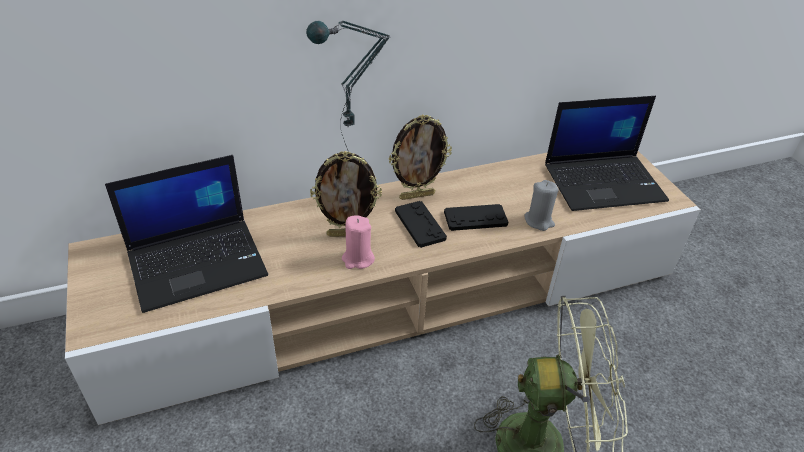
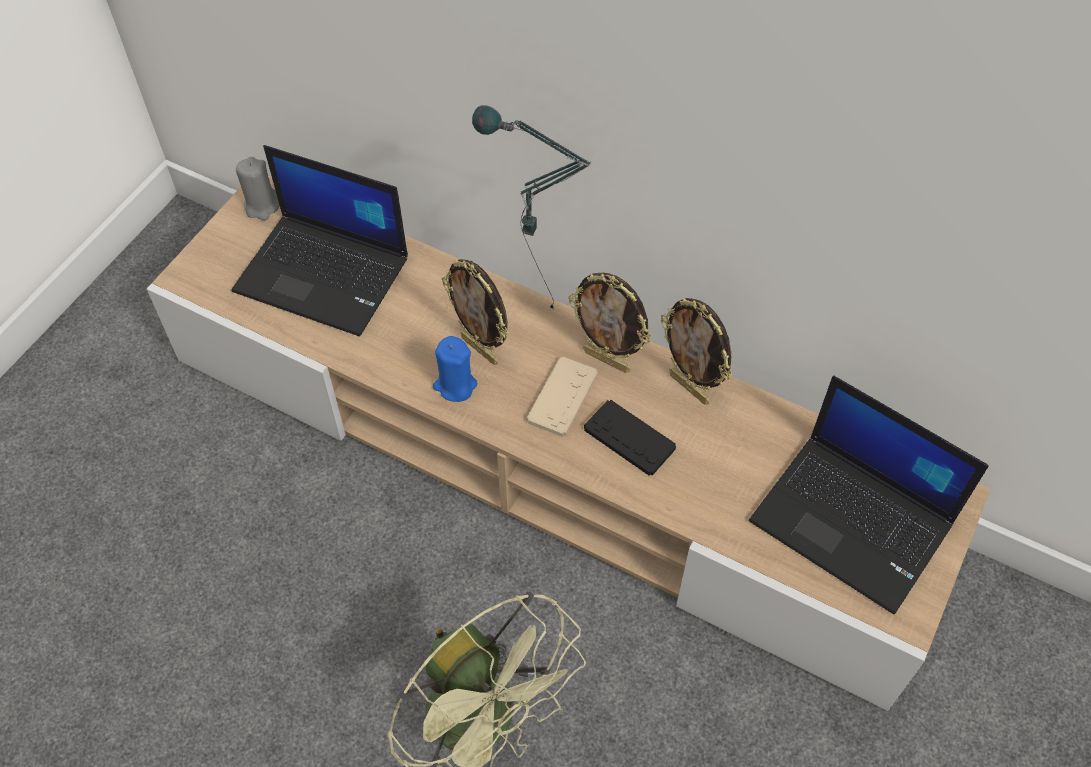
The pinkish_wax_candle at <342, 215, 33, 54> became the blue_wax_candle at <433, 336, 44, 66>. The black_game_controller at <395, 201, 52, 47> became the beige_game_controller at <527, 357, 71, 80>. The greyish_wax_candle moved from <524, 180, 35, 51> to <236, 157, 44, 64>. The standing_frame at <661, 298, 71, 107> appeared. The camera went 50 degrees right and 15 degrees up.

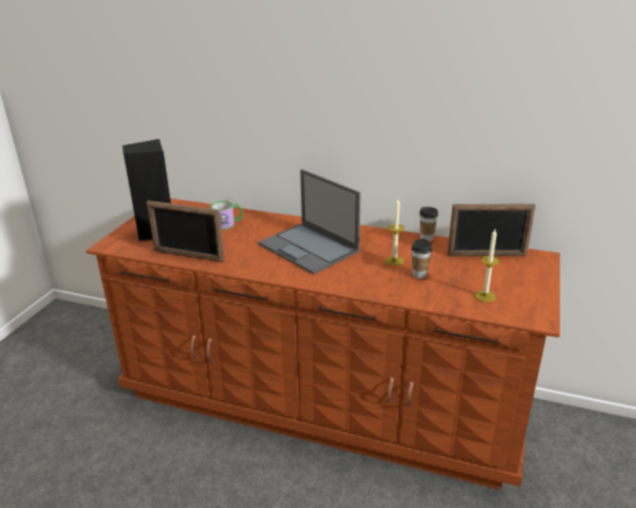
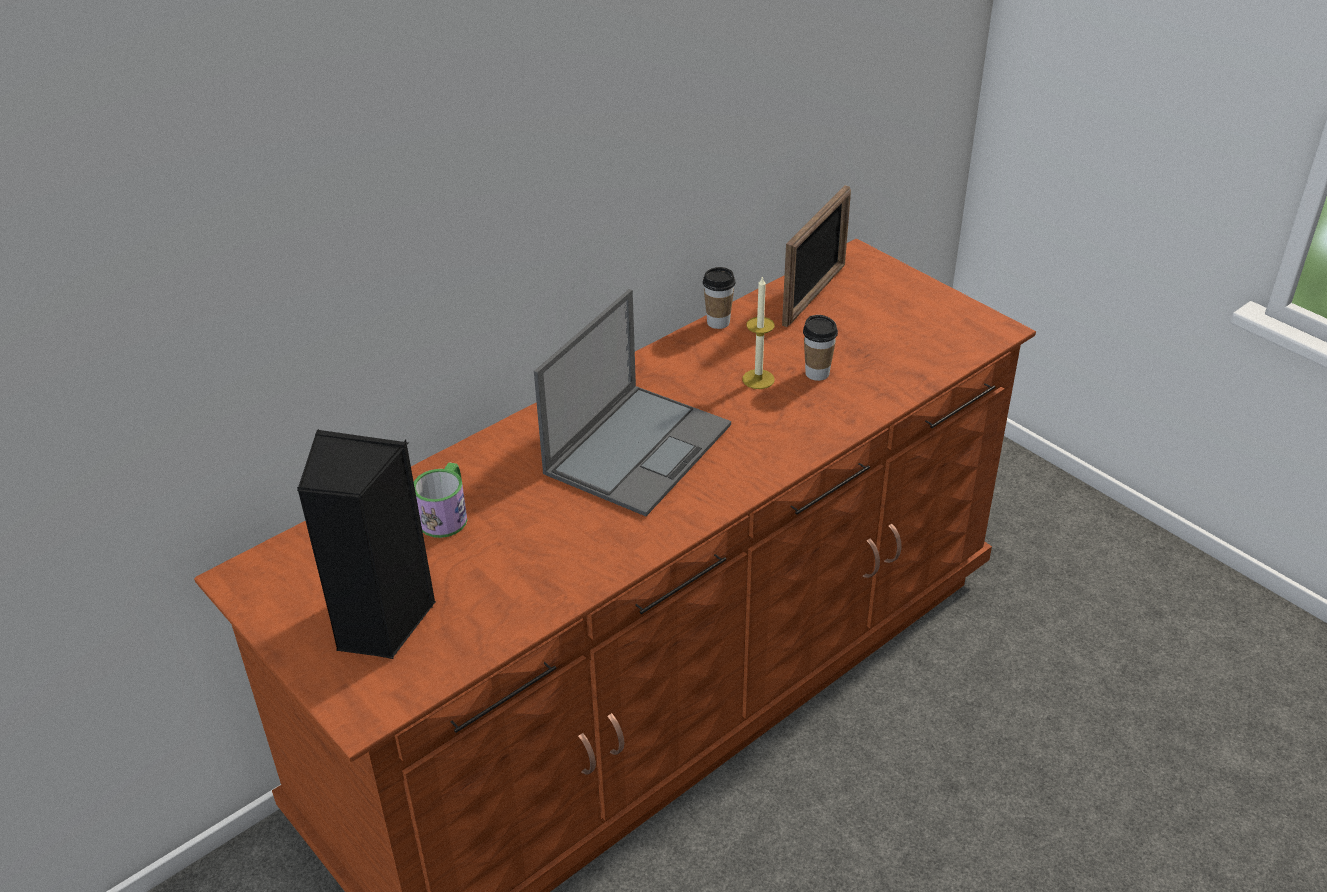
The standing_frame at <146, 200, 79, 62> disappeared. The notebook_computer at <258, 169, 103, 106> turned 45 degrees counterclockwise. The wax_candle at <475, 229, 25, 73> disappeared. The camera went 60 degrees left and 10 degrees up.

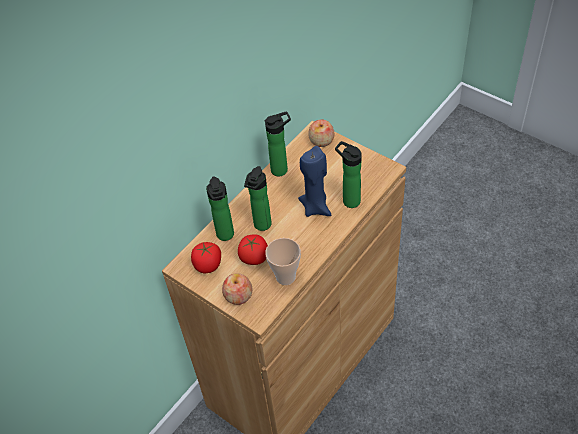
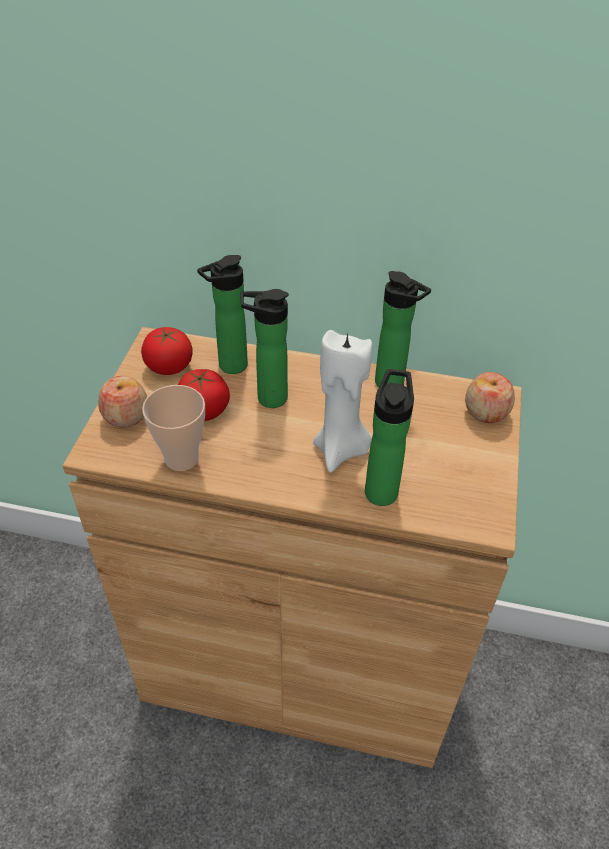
The blue_wax_candle at <298, 146, 33, 71> became the white-coloured_wax_candle at <313, 330, 59, 142>. The camera went 60 degrees right and 5 degrees down.

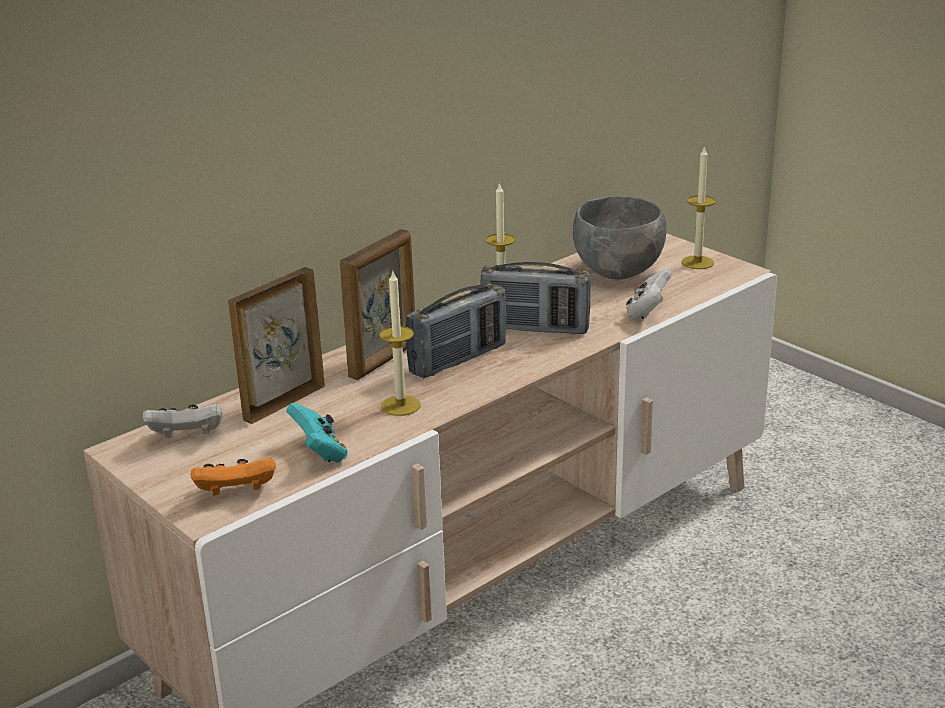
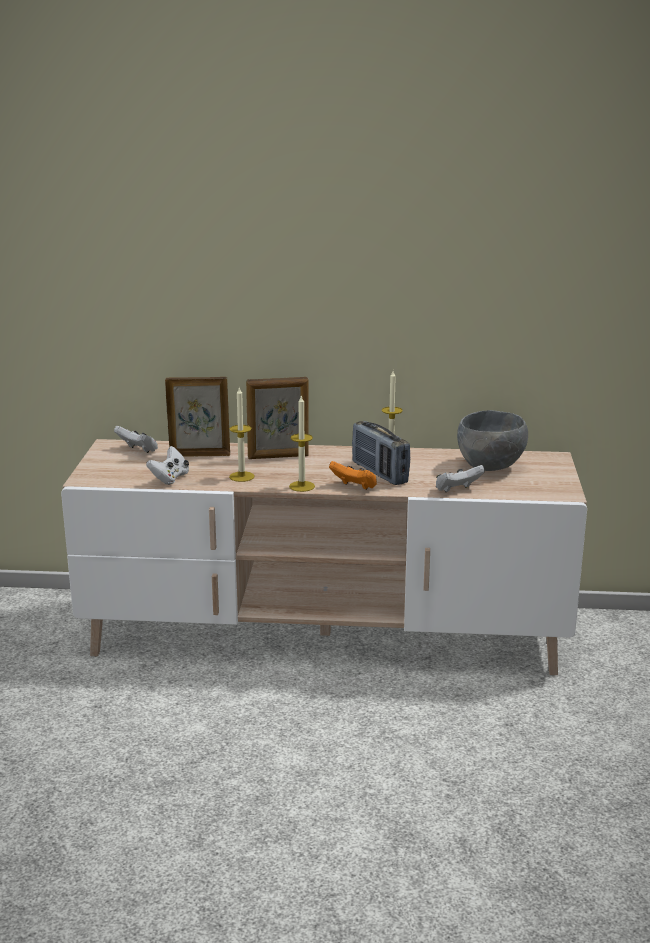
The orangey_game_controller moved from <190, 458, 86, 37> to <329, 461, 48, 29>. The blue-green_game_controller at <286, 403, 62, 59> became the white-coloured_game_controller at <146, 446, 43, 39>. The radio_receiver at <406, 283, 101, 95> disappeared. The wax_candle moved from <681, 146, 35, 123> to <289, 396, 26, 96>. The camera went 45 degrees right and 5 degrees down.

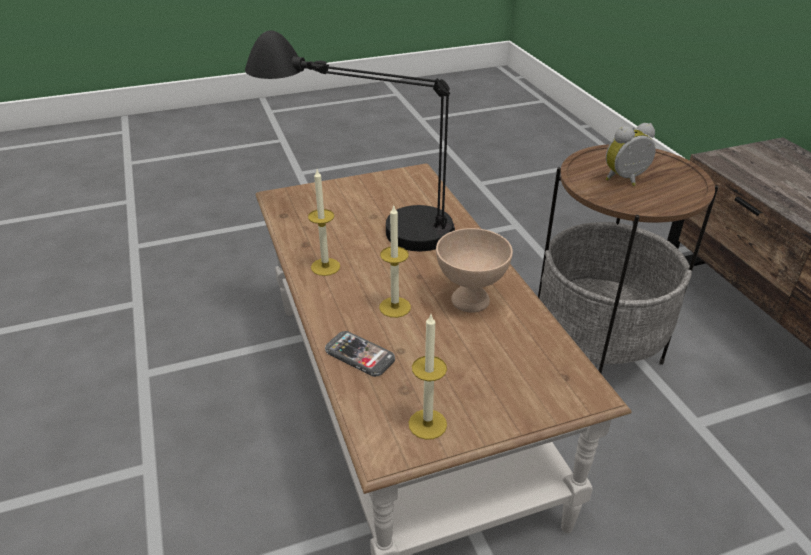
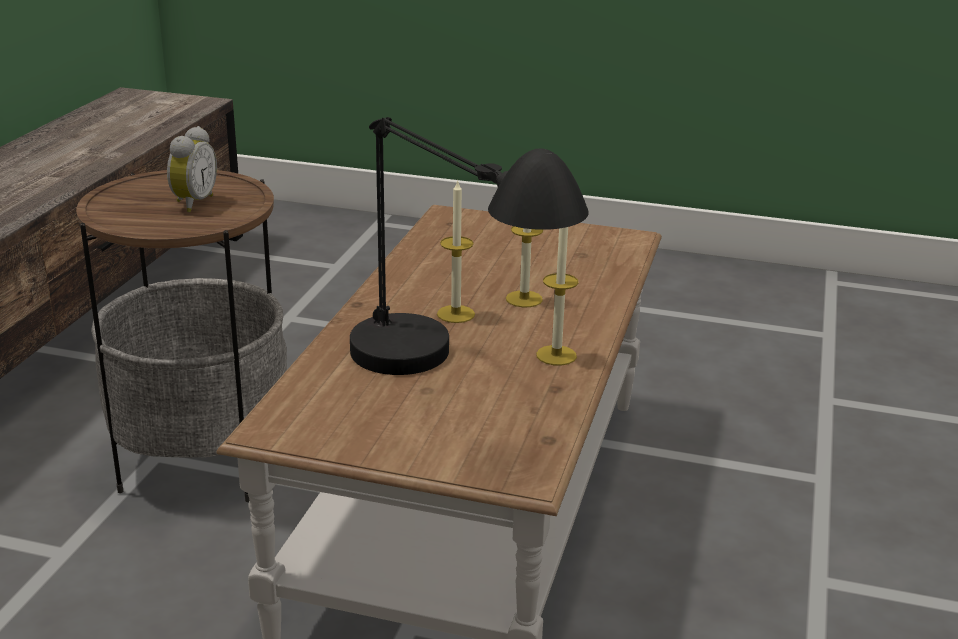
The phone at <325, 331, 70, 46> disappeared. The wax_candle moved from <409, 315, 38, 125> to <437, 179, 38, 144>. The beige_serving_bowl at <436, 228, 77, 85> disappeared. The alarm_clock at <606, 123, 50, 63> turned 90 degrees counterclockwise. The camera went 145 degrees left and 10 degrees down.

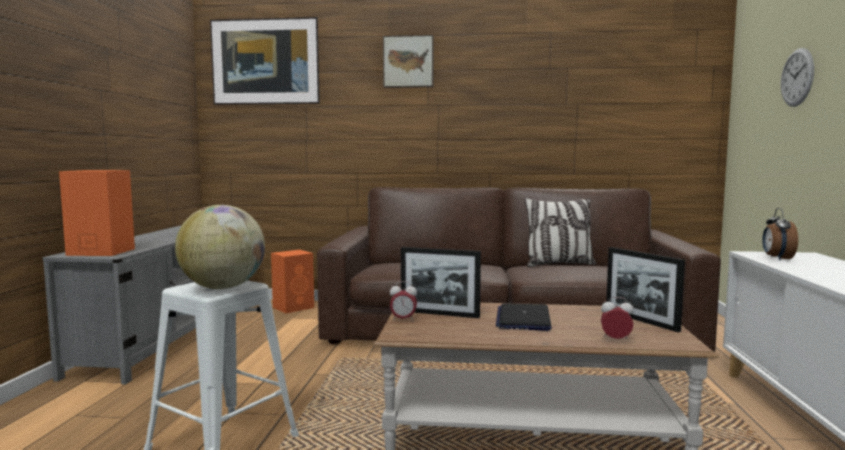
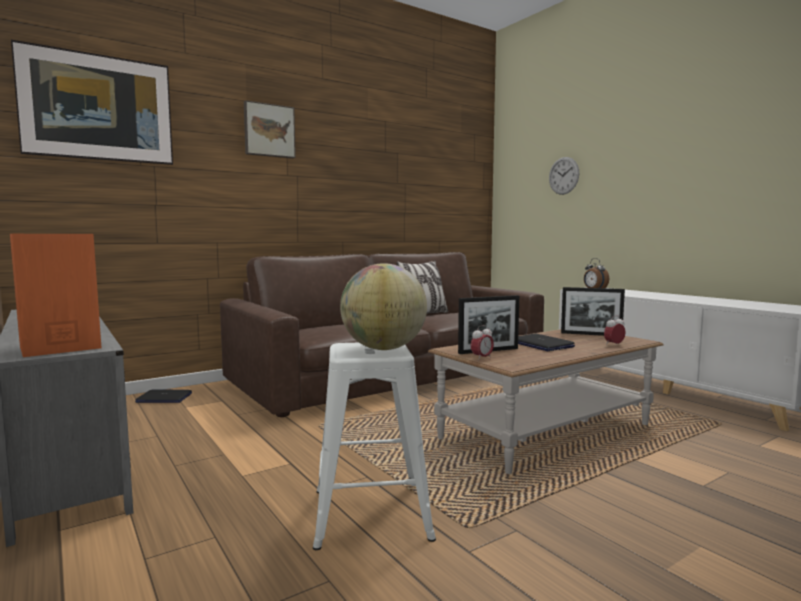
The orangey_speaker at <271, 250, 43, 64> was replaced by the notebook_computer at <135, 390, 57, 13>. The camera went 40 degrees left and 0 degrees up.

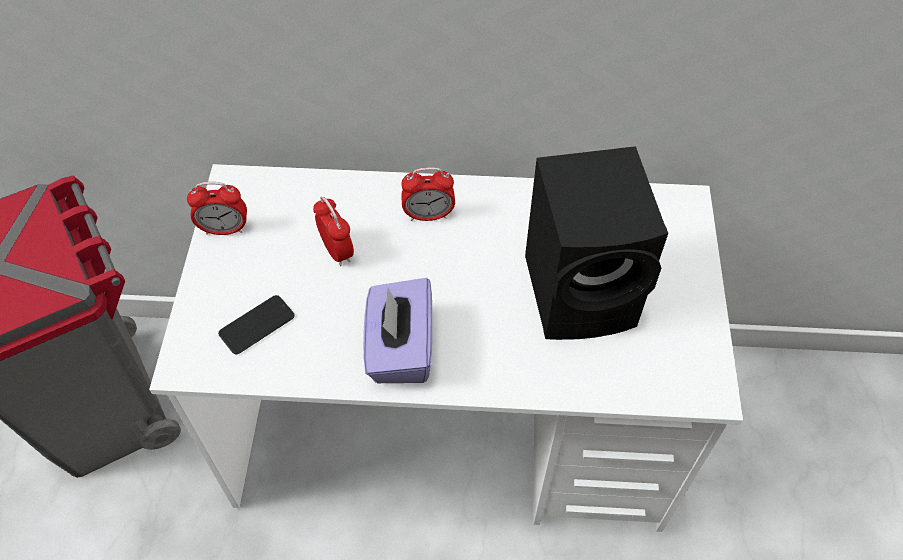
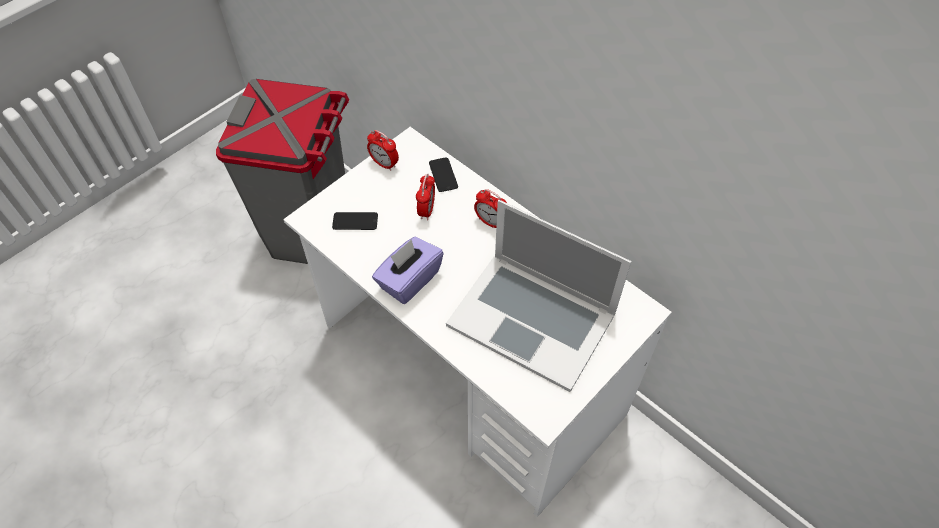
The black_speaker at <525, 146, 143, 194> was replaced by the notebook_computer at <446, 200, 185, 192>. The phone at <429, 157, 29, 35> appeared. The camera went 40 degrees right and 0 degrees up.

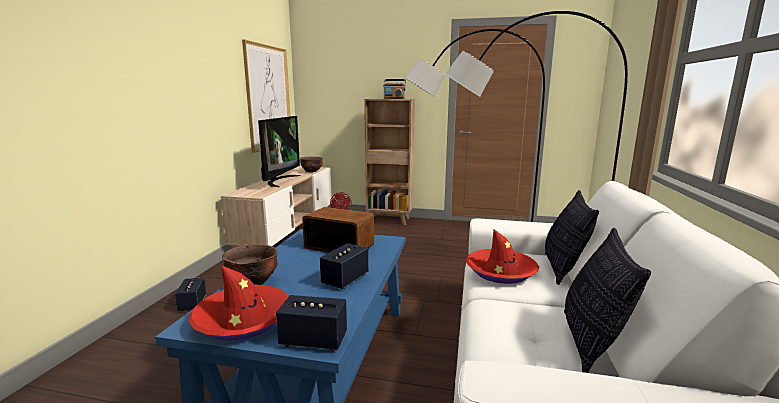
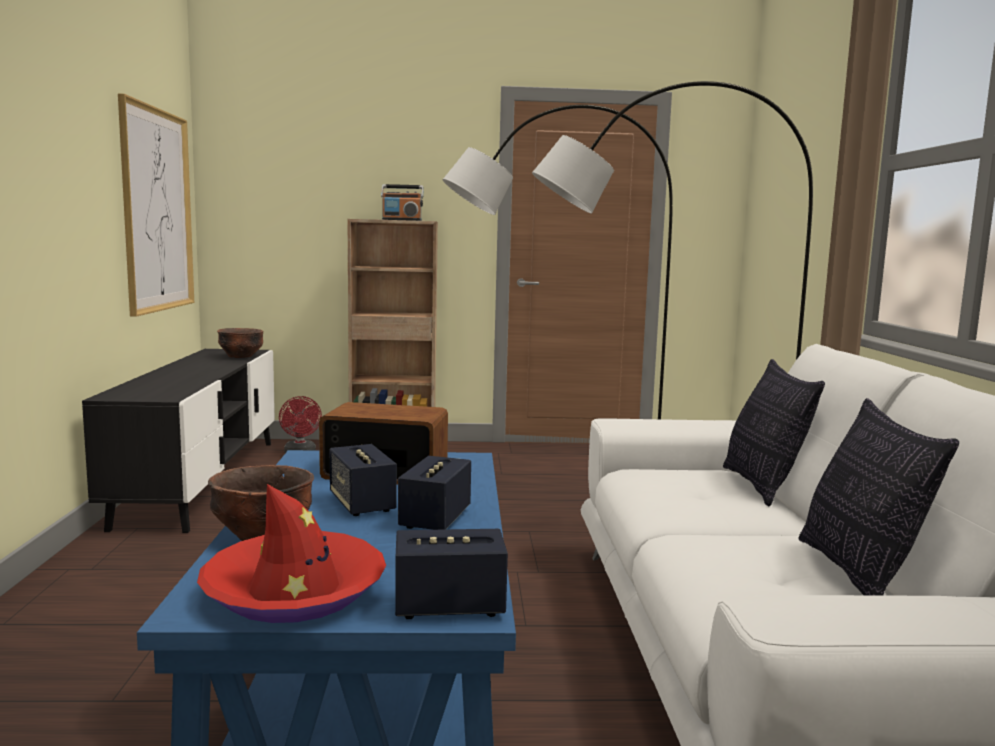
The speaker moved from <175, 277, 31, 34> to <330, 444, 67, 72>. The beige_media_console at <221, 166, 111, 82> became the black_media_console at <82, 349, 193, 184>. The TV at <258, 116, 43, 71> disappeared. The red-coloured_clothing_hat at <466, 229, 73, 55> disappeared. The camera went 15 degrees left and 5 degrees down.

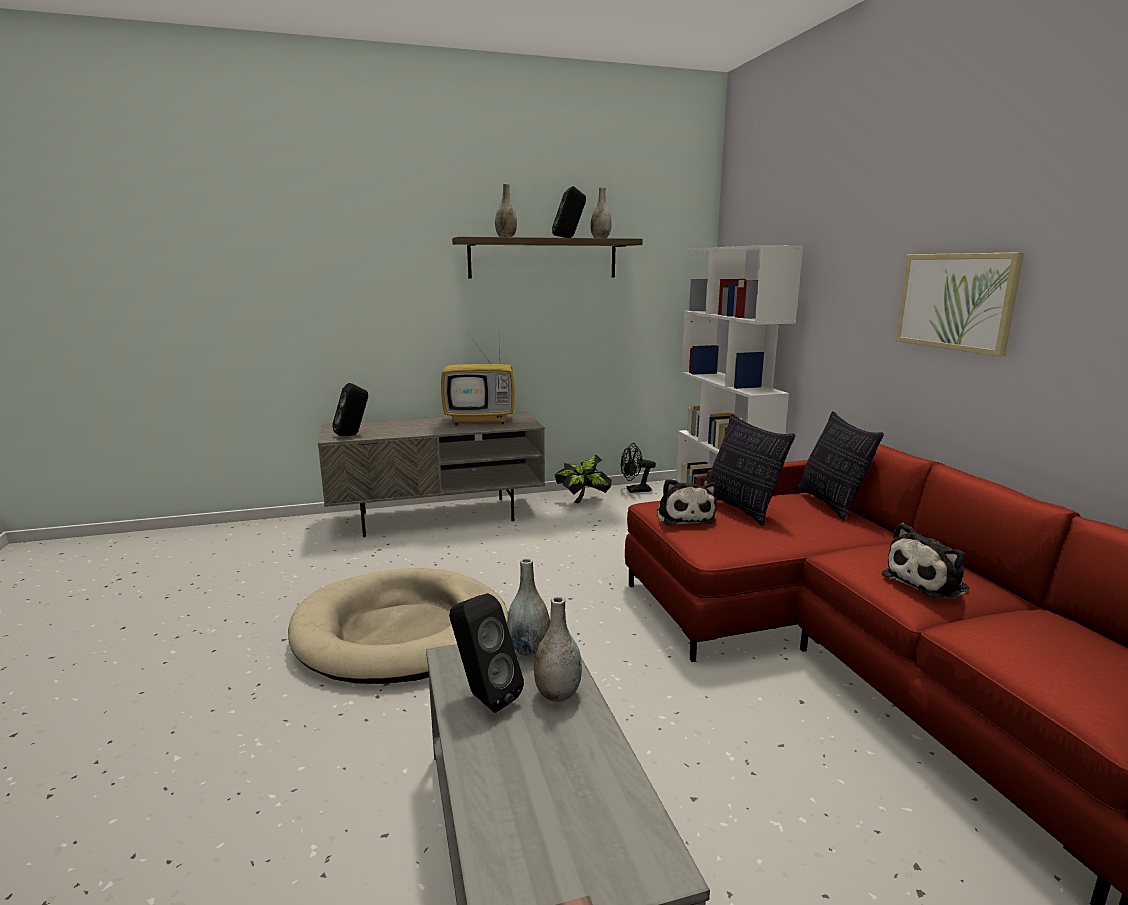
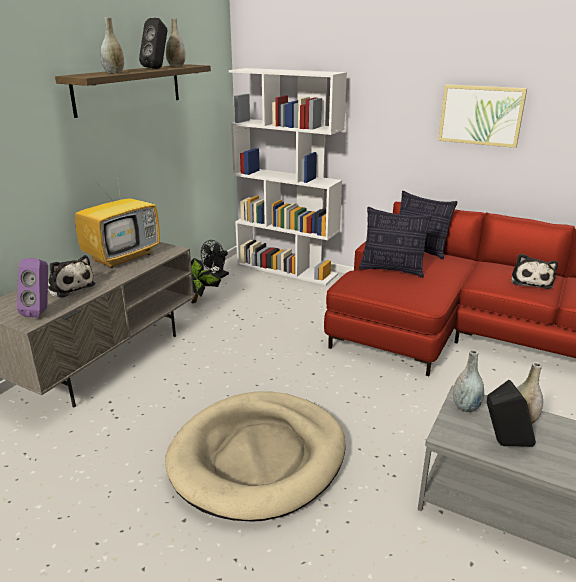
The black_speaker at <332, 383, 36, 53> became the purplish_speaker at <17, 258, 31, 60>. The plush_toy moved from <657, 479, 60, 47> to <48, 255, 47, 43>. The camera went 45 degrees left and 10 degrees up.

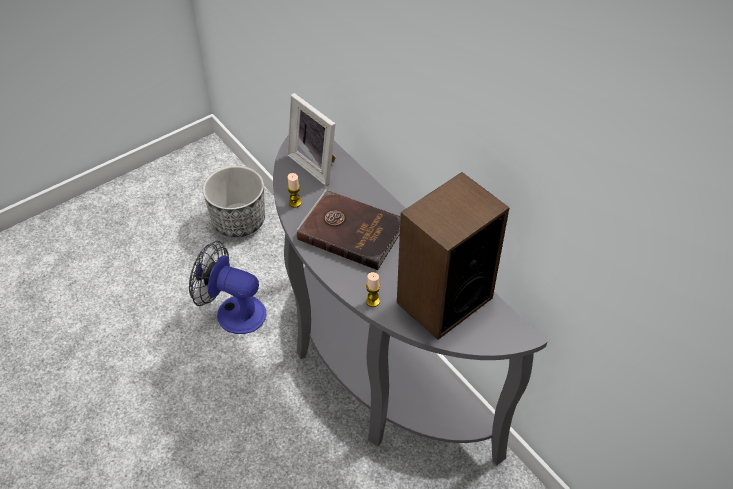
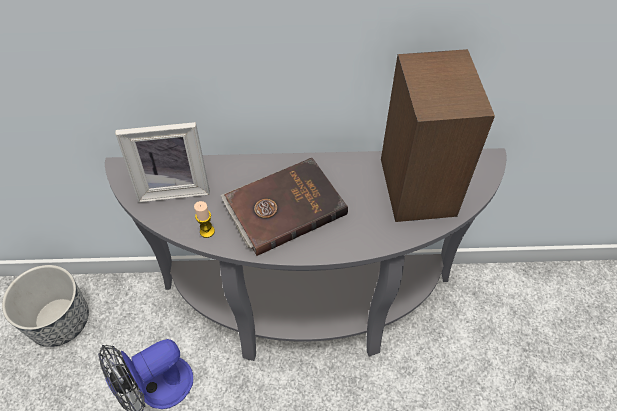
The wax_candle at <366, 272, 14, 35> disappeared. The camera went 55 degrees left and 5 degrees up.

